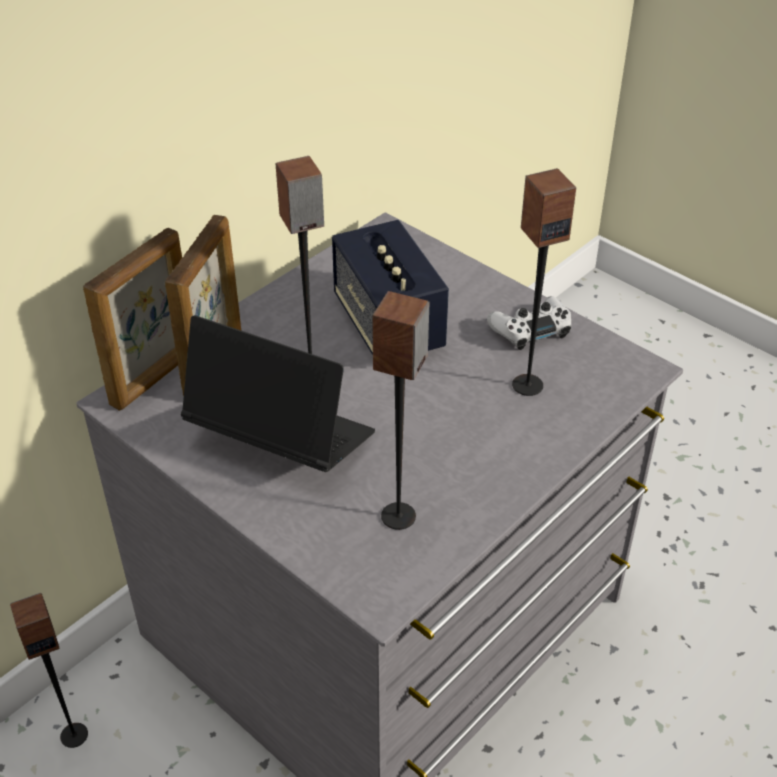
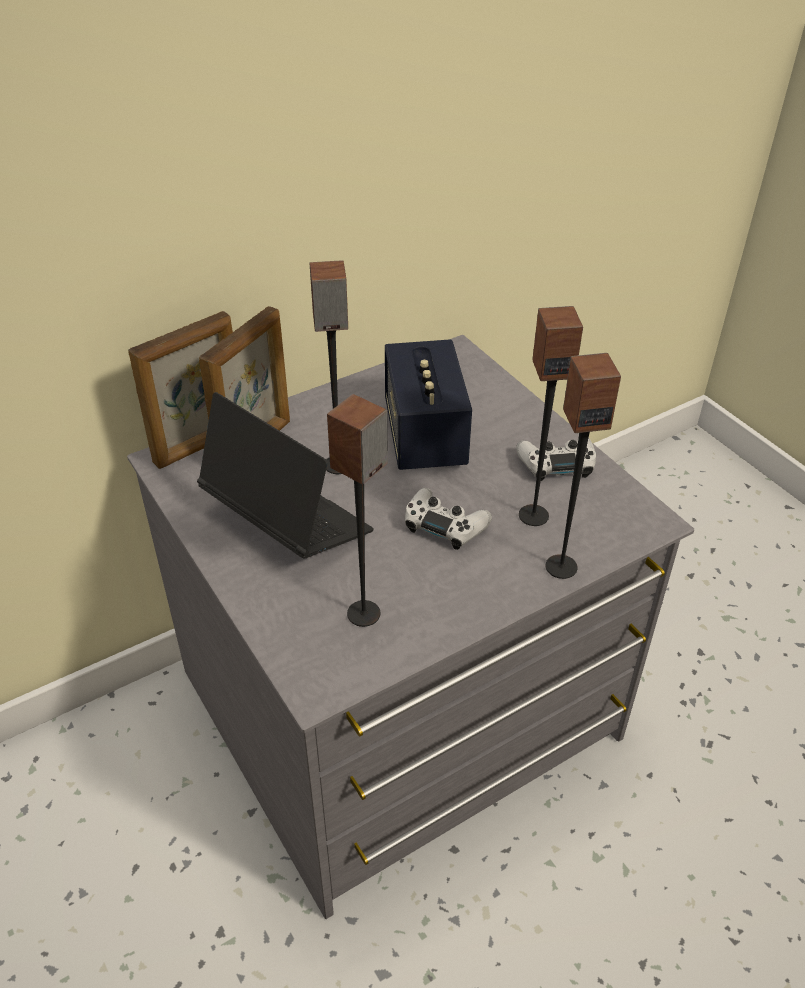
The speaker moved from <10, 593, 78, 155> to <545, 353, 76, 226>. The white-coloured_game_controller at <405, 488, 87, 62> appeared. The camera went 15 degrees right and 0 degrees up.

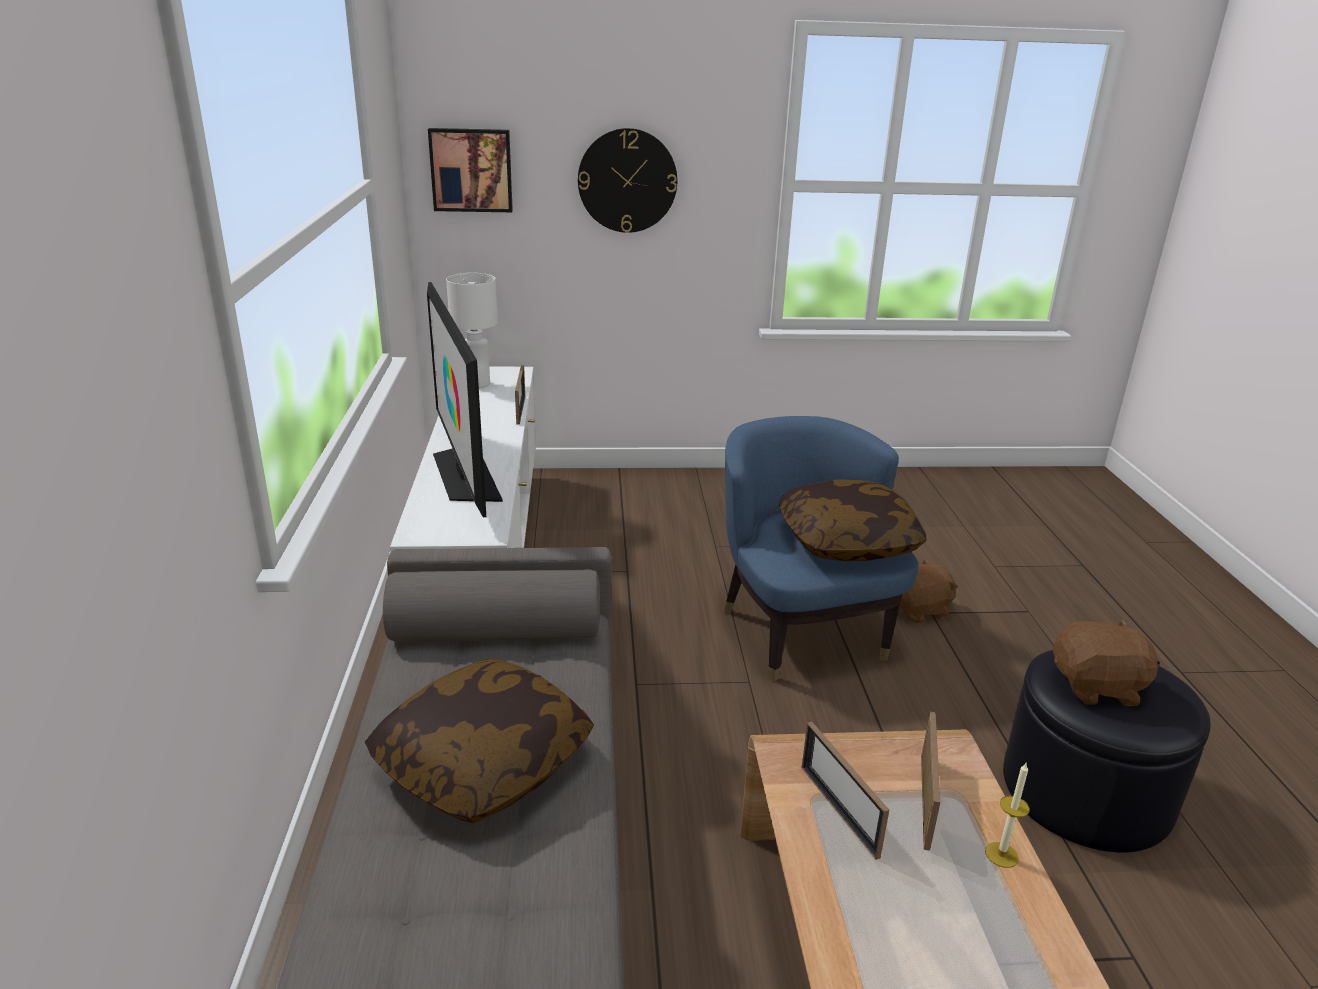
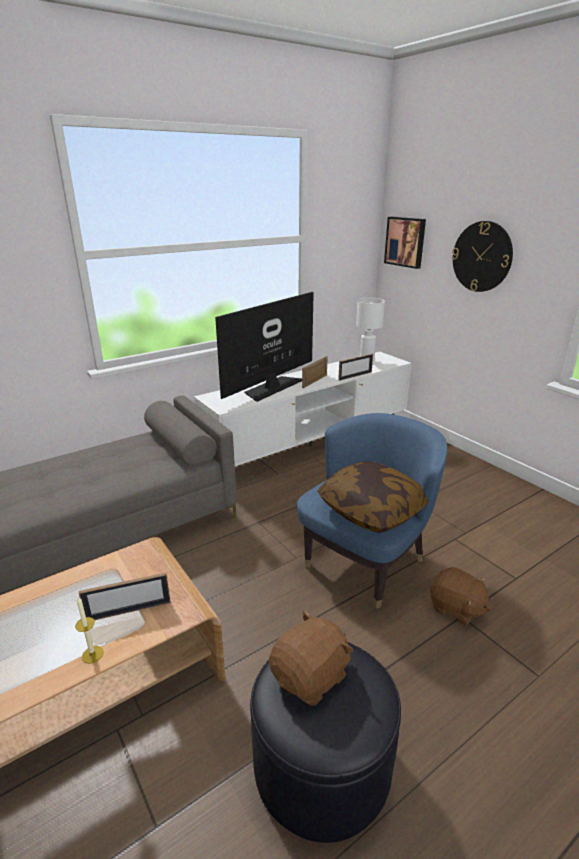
The throw_pillow at <365, 659, 229, 164> disappeared. The standing_frame moved from <802, 721, 87, 139> to <302, 356, 26, 32>. The brown-coloured_plush_toy at <1053, 619, 107, 87> turned 105 degrees counterclockwise. The camera went 60 degrees right and 0 degrees up.

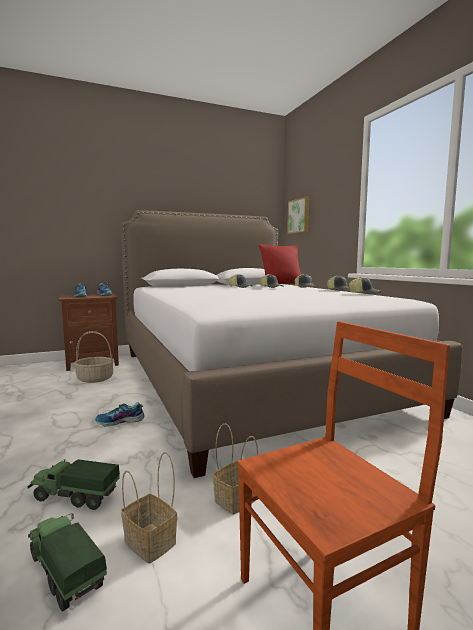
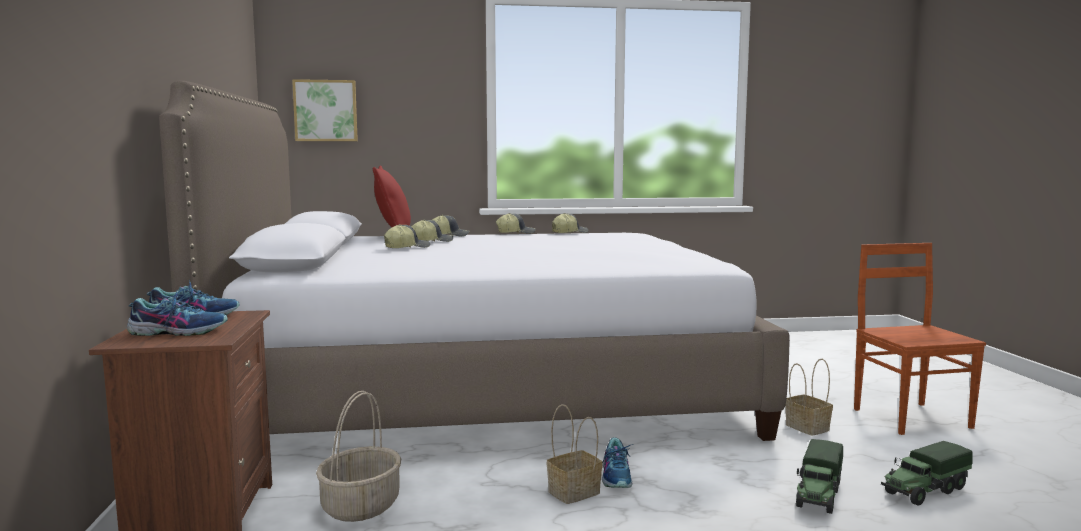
The storage_basket moved from <121, 452, 56, 112> to <547, 404, 56, 100>. The camera went 75 degrees left and 0 degrees up.

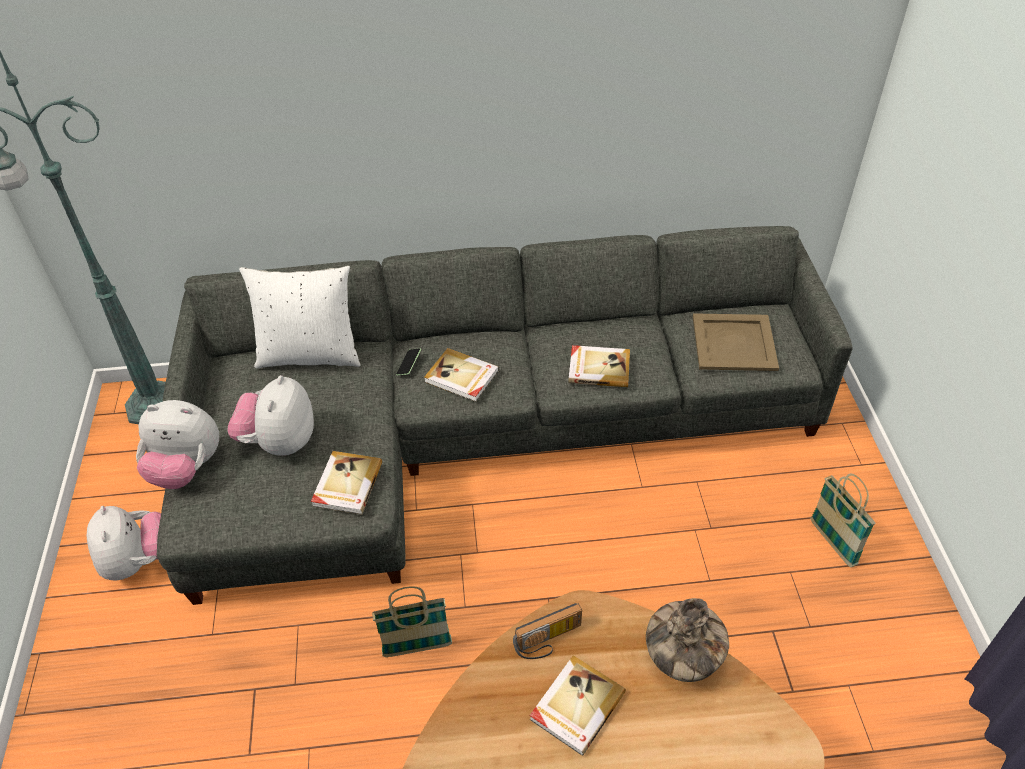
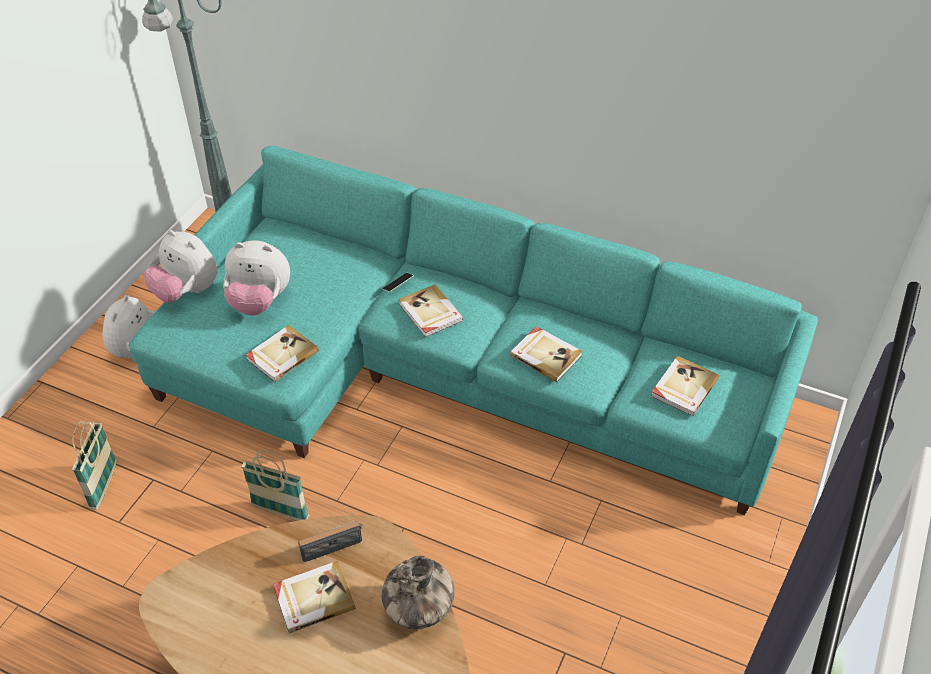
The greyish_sofa at <157, 226, 696, 379> became the blue-green_sofa at <129, 146, 689, 369>. The plush_toy at <227, 375, 87, 81> turned 120 degrees counterclockwise. The white-coloured_throw_pillow at <239, 266, 122, 102> disappeared. The radio_receiver at <513, 603, 69, 56> turned 150 degrees clockwise. The beige_carrying_tray at <693, 313, 86, 58> was replaced by the bound_book at <651, 356, 68, 60>. The storage_basket moved from <811, 474, 65, 93> to <72, 421, 45, 89>. The camera went 30 degrees right and 0 degrees up.

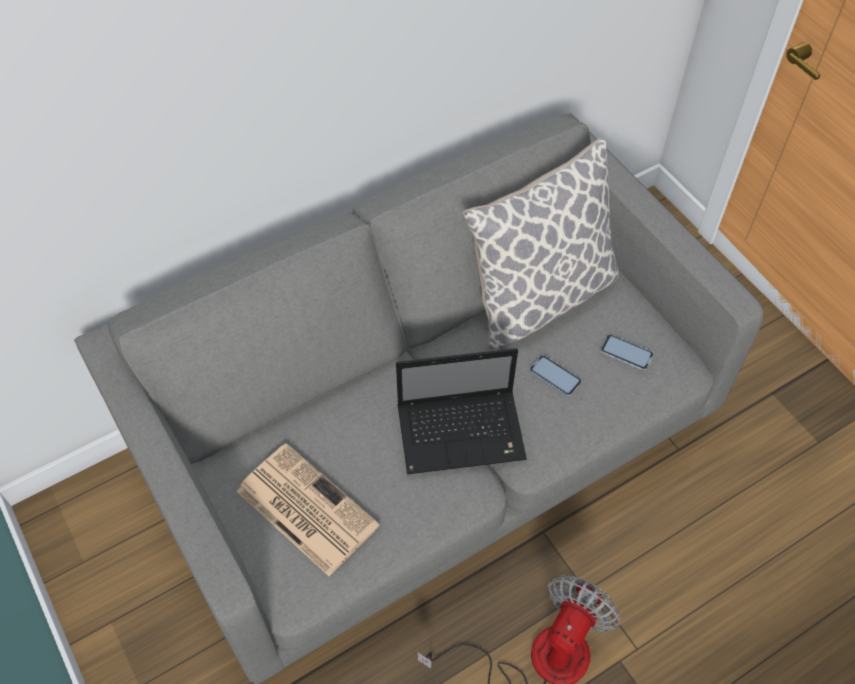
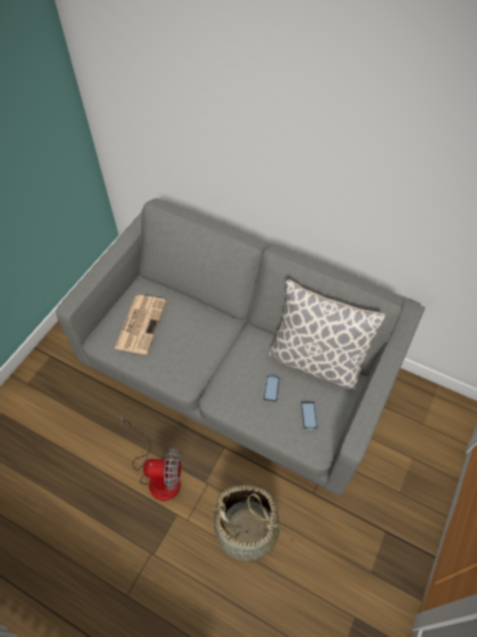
The notebook_computer at <396, 348, 131, 126> disappeared. The storage_basket at <210, 485, 84, 77> appeared. The camera went 60 degrees right and 0 degrees up.

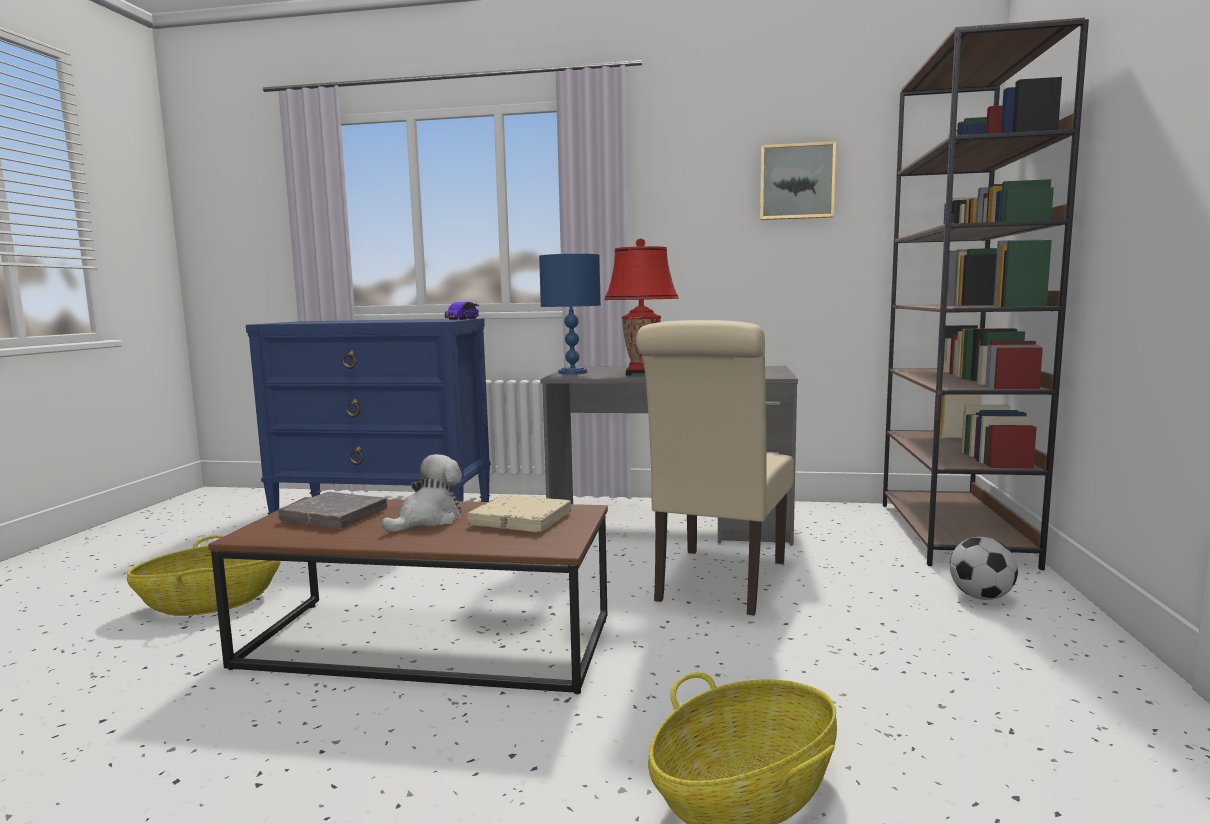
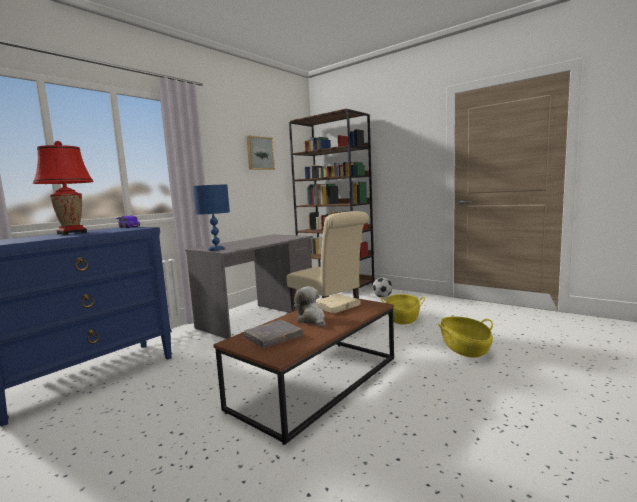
The storage_basket moved from <127, 535, 154, 81> to <381, 294, 44, 31>. The red-coloured_lamp_for_a_table moved from <604, 238, 75, 138> to <33, 141, 61, 94>. The camera went 60 degrees left and 0 degrees up.

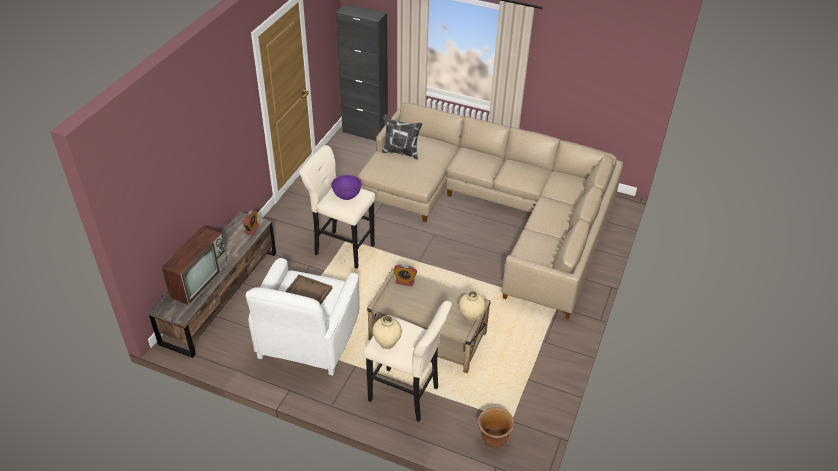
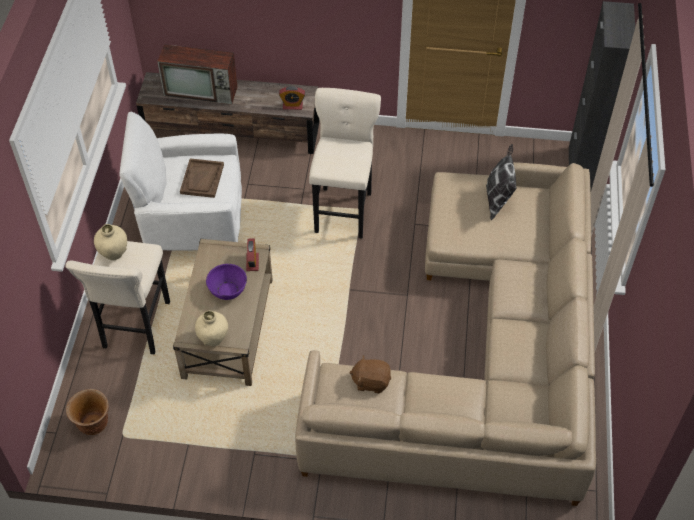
The purplish_serving_bowl moved from <331, 175, 31, 25> to <206, 264, 41, 36>. The brown-coloured_plush_toy at <349, 355, 42, 38> appeared. The camera went 75 degrees right and 10 degrees up.

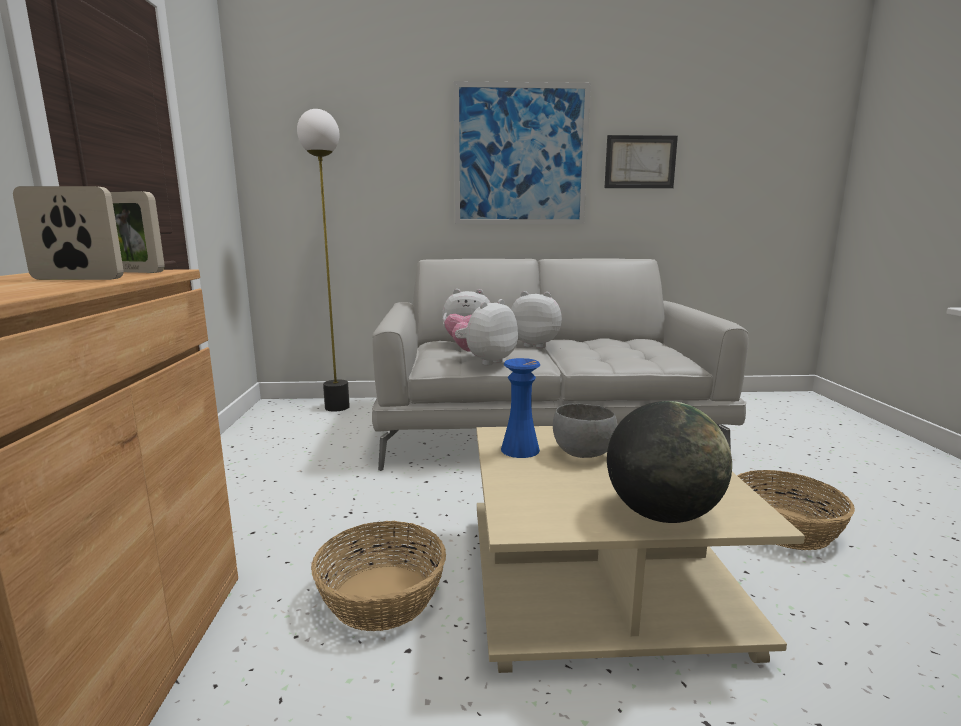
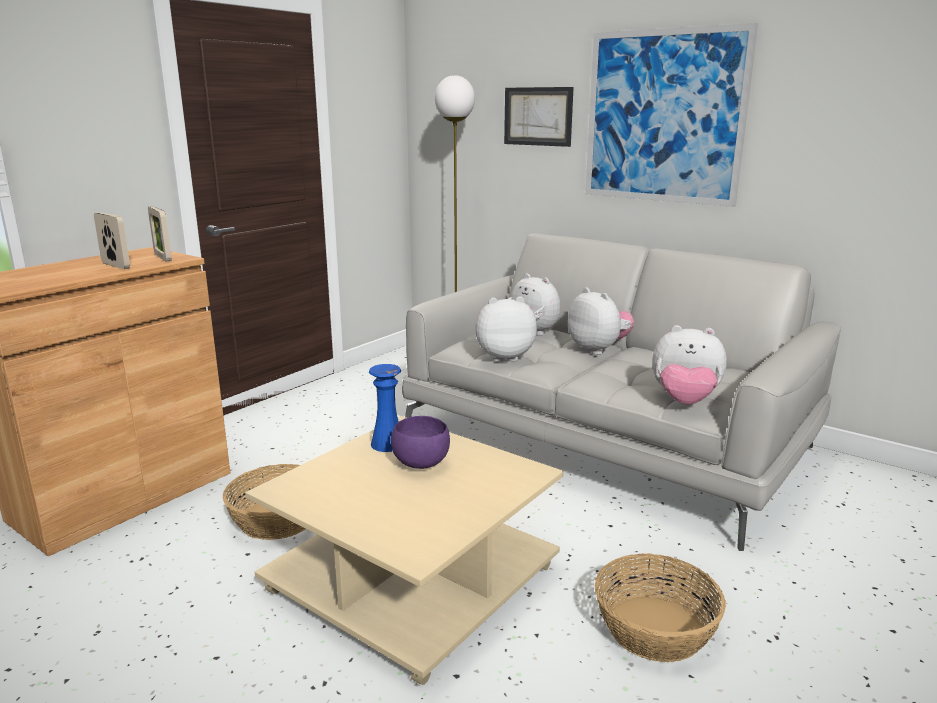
The greyish_serving_bowl at <553, 404, 65, 54> became the purplish_serving_bowl at <391, 416, 59, 53>. The wall_art moved from <605, 135, 73, 53> to <504, 87, 70, 60>. The world_globe at <607, 401, 125, 122> disappeared. The plush_toy at <652, 325, 75, 80> appeared. The camera went 40 degrees right and 5 degrees up.

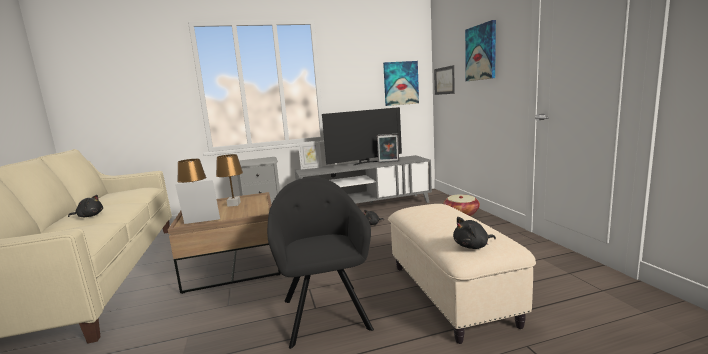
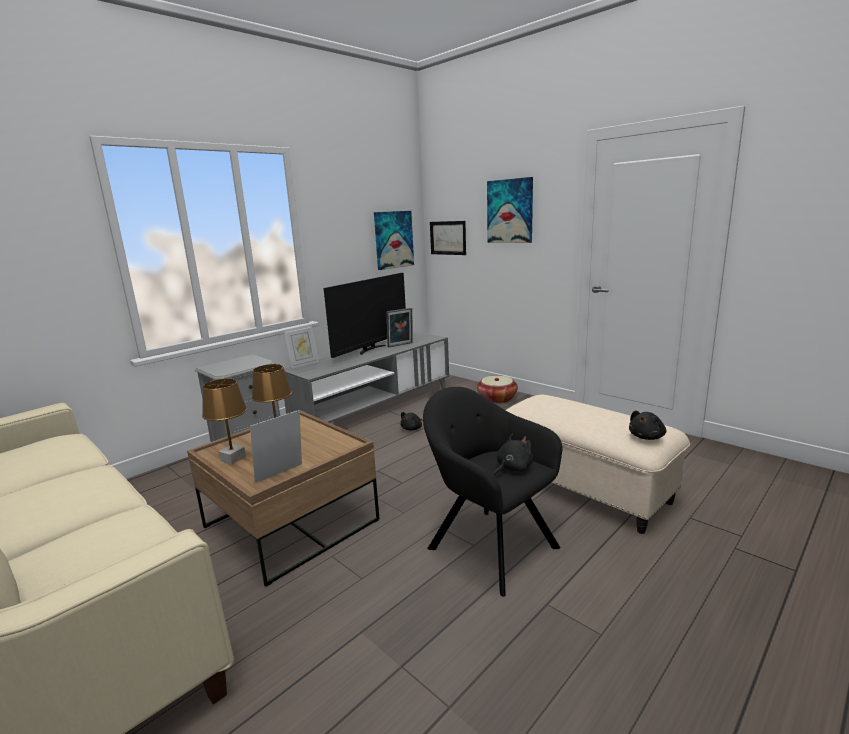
The black_plush_toy moved from <68, 195, 35, 22> to <493, 434, 40, 42>. The camera went 30 degrees left and 5 degrees up.

